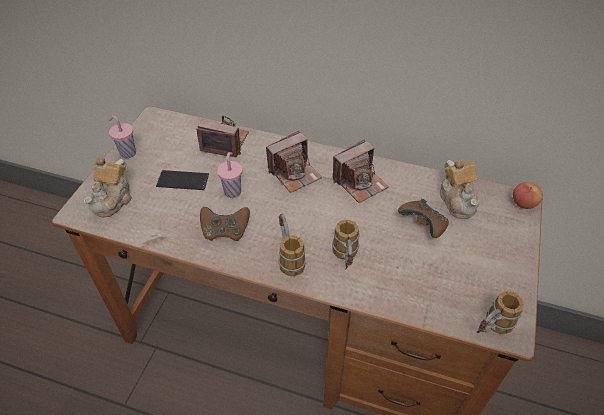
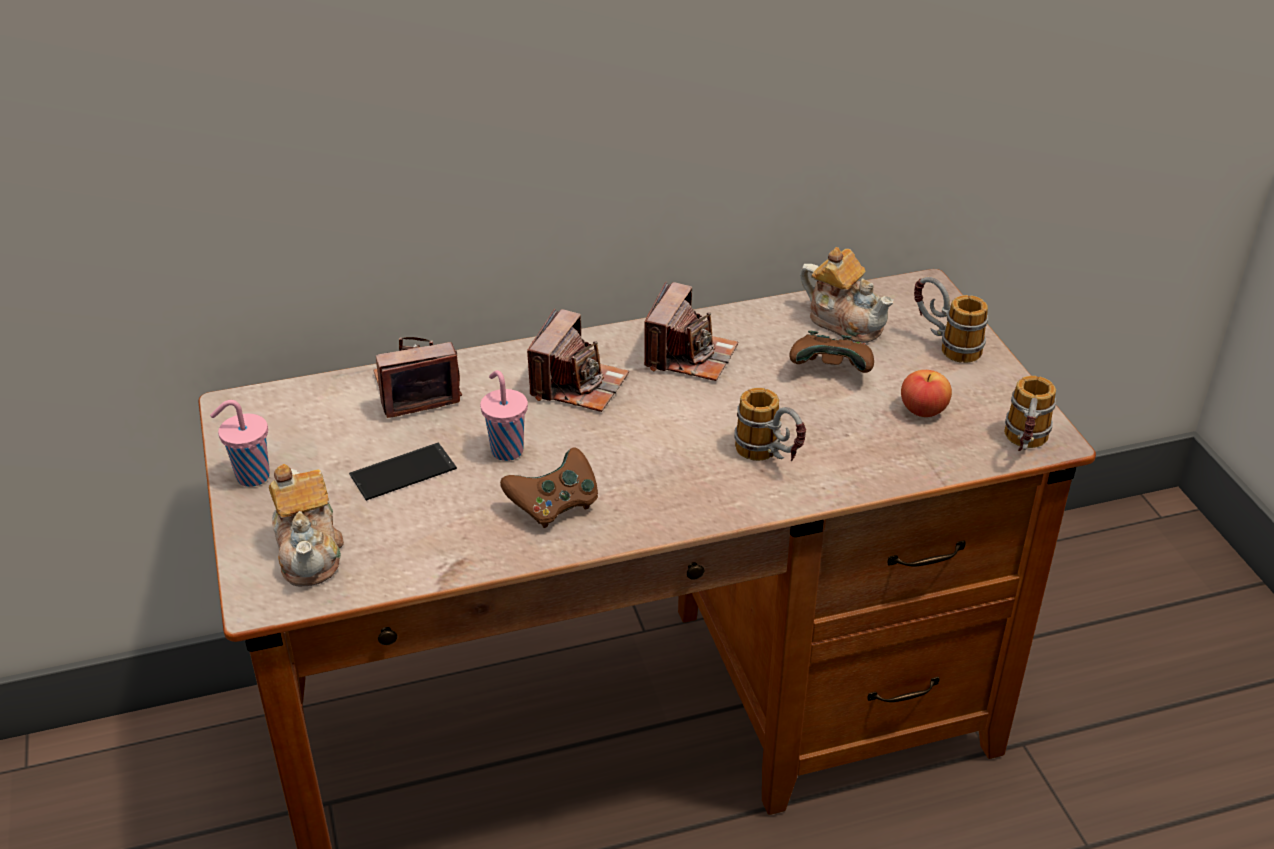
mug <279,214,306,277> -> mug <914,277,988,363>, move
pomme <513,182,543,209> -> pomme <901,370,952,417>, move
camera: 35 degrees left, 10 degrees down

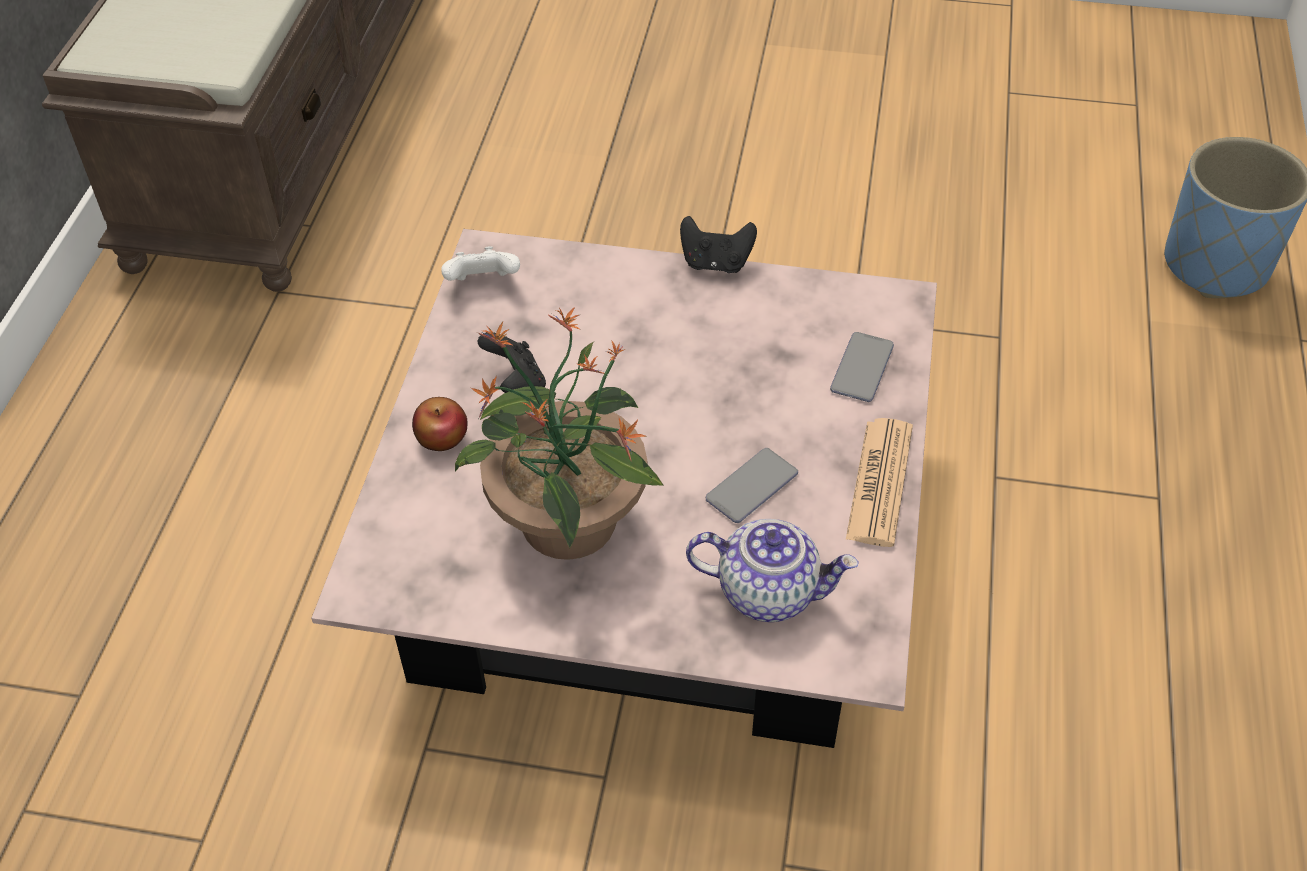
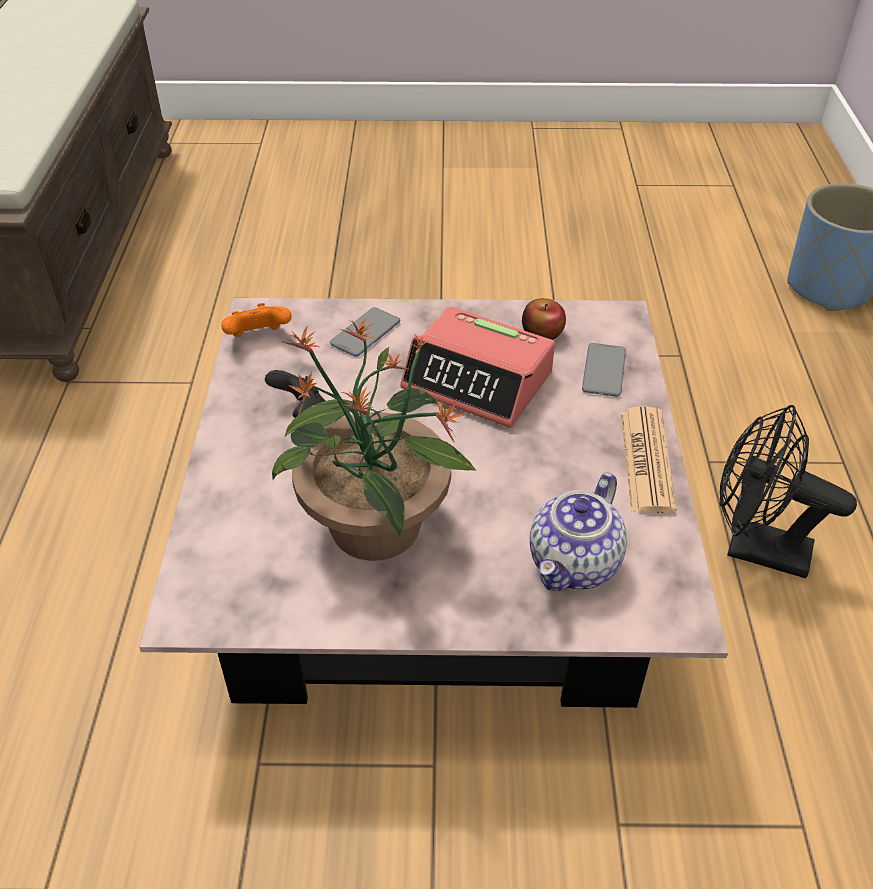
manette (noir) <680,216,757,273> -> none
none -> réveil <400,307,555,428>
none -> ventilateur (noir) <719,405,857,579>
pomme <412,397,467,451> -> pomme <522,298,566,340>, move
téléphone <706,448,798,523> -> téléphone <330,307,400,357>, move
manette (blanc) <441,246,520,281> -> manette (orange) <221,303,292,337>
théière <686,519,859,622> -> théière <530,472,627,591>, 120 degrees clockwise
camera: 10 degrees left, 5 degrees down

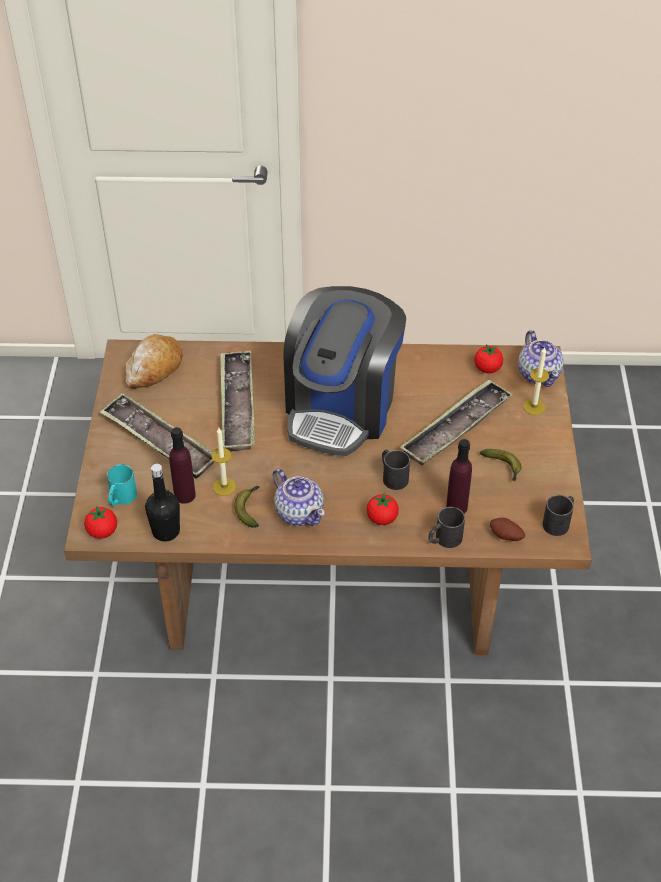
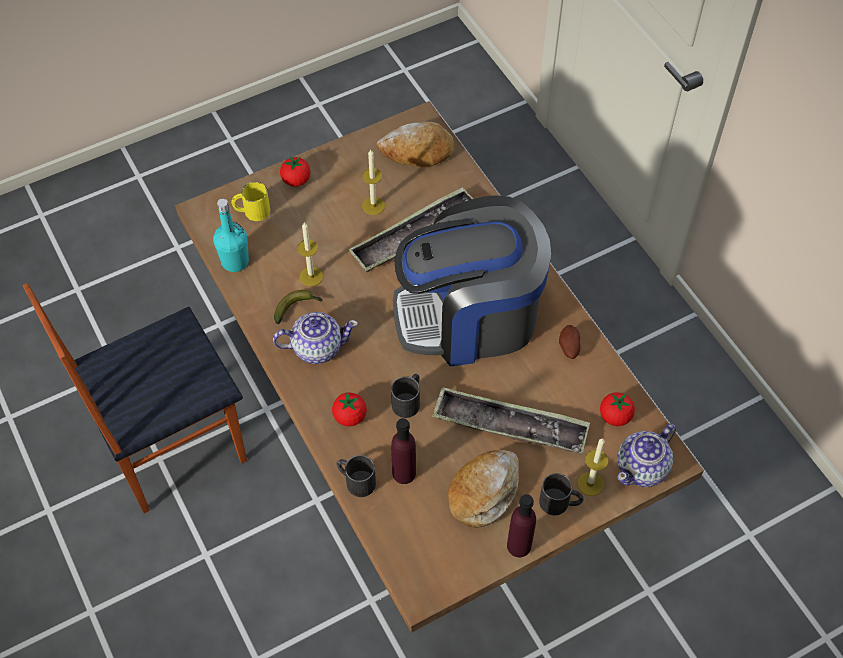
plateau <100,393,214,479> -> none
none -> chaise <23,283,247,513>
none -> bougie <362,150,385,215>
tomate <84,506,117,539> -> tomate <280,156,311,187>, move
bouteille (violet) <169,427,196,504> -> bouteille (violet) <507,494,536,557>, move
pomme de terre <490,518,525,541> -> pomme de terre <559,325,580,359>, move
mug (noir) <542,495,574,536> -> mug (noir) <539,473,584,515>, move
banane <480,449,521,481> -> pain <448,450,519,528>
mug (turquoise) <107,464,137,506> -> mug (jaune) <231,182,270,221>
bouteille (noir) <145,464,180,542> -> bouteille (turquoise) <213,198,249,272>
théière <273,469,325,526> -> théière <273,312,358,364>, 120 degrees counterclockwise
camera: 60 degrees right, 10 degrees up

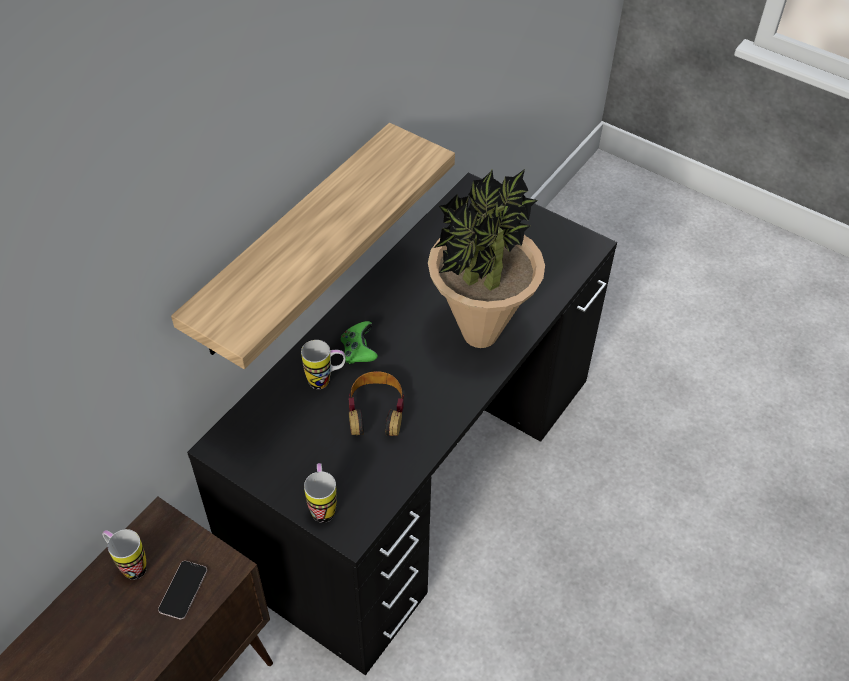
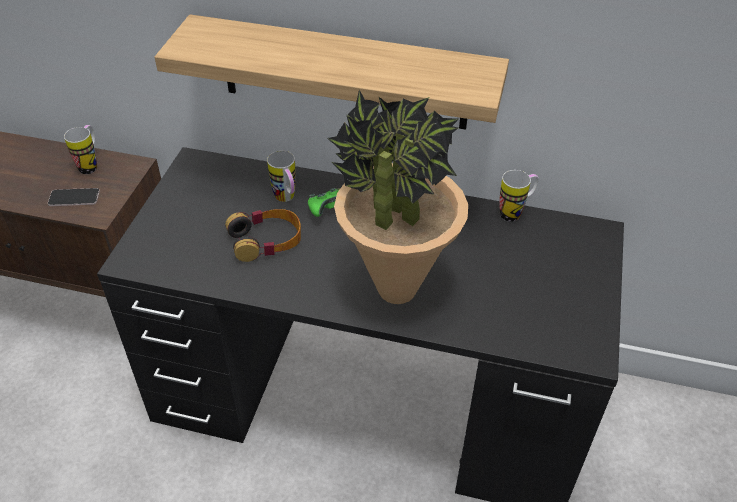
mug <304,463,337,523> -> mug <499,170,539,222>, move
camera: 70 degrees right, 5 degrees down

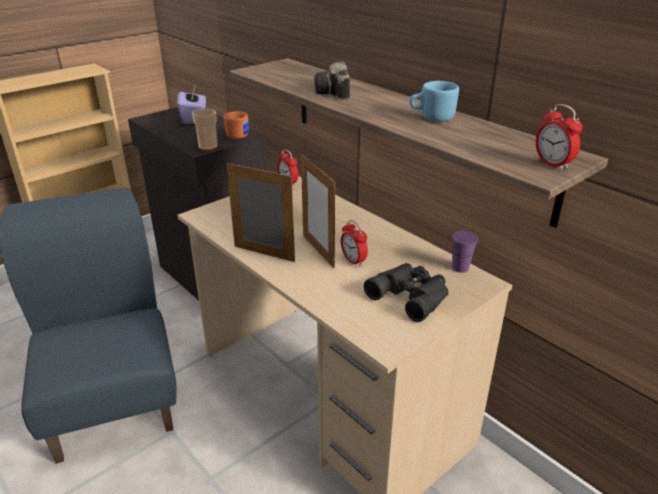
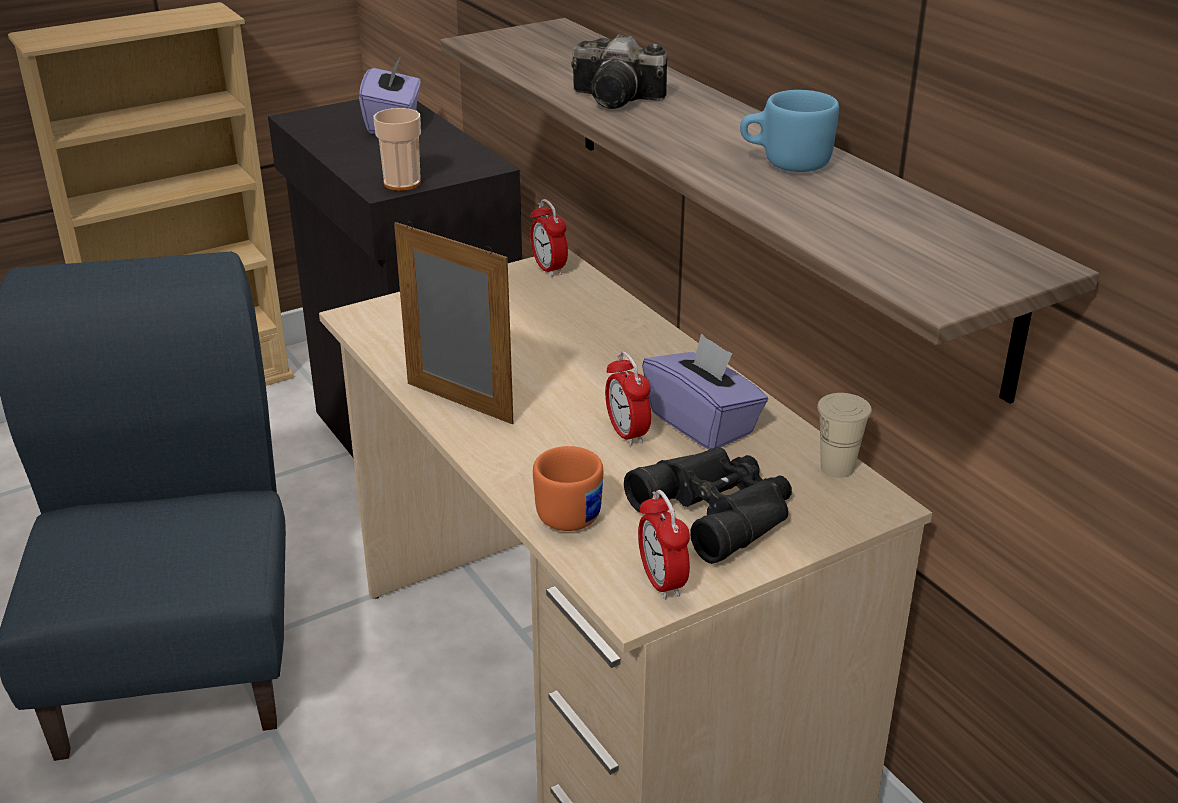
cadre photo <301,154,335,268> -> none
none -> boîte à mouchoirs (violet) <642,333,768,450>
mug (orange) <224,111,248,139> -> mug (orange) <533,446,603,531>, move
réveil <536,104,583,170> -> réveil <638,490,690,600>, move
tasse (violet) <451,231,478,273> -> tasse (beige) <817,393,872,478>
appareil photo <314,61,350,99> -> appareil photo <571,34,667,109>, 75 degrees counterclockwise
camera: 10 degrees right, 0 degrees up

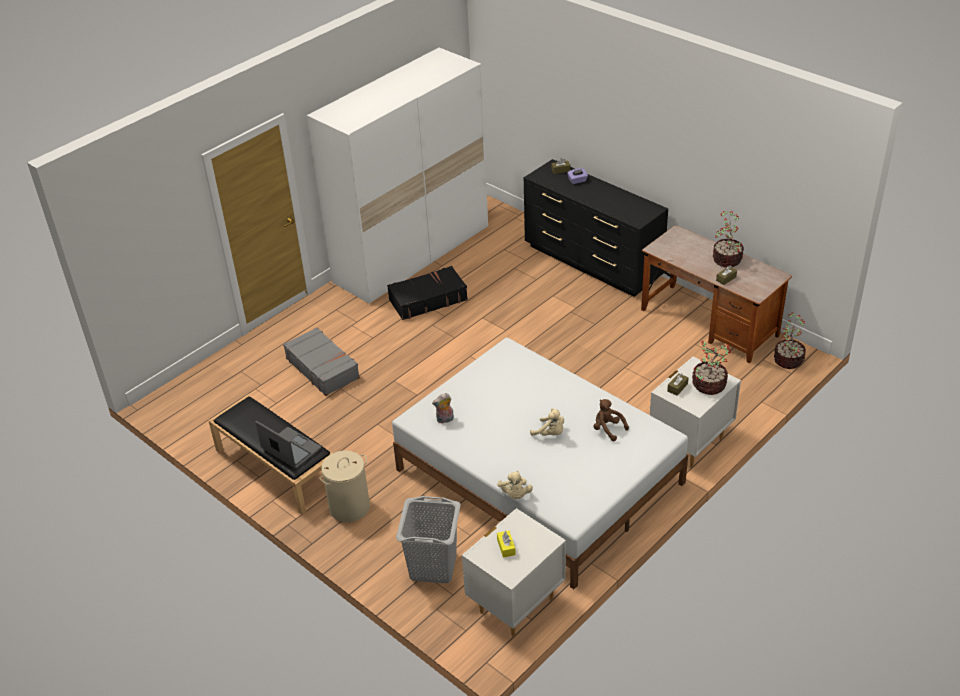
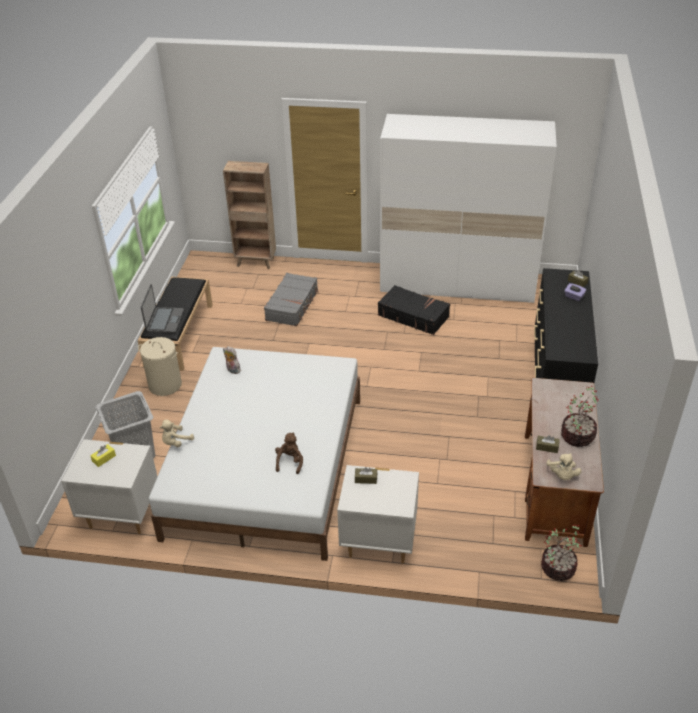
plante en pot <692,341,731,395> -> none
none -> bibliothèque (marron) <223,161,276,269>
peluche (beige) <530,408,564,436> -> peluche (beige) <546,453,582,480>, move
camera: 55 degrees right, 0 degrees up

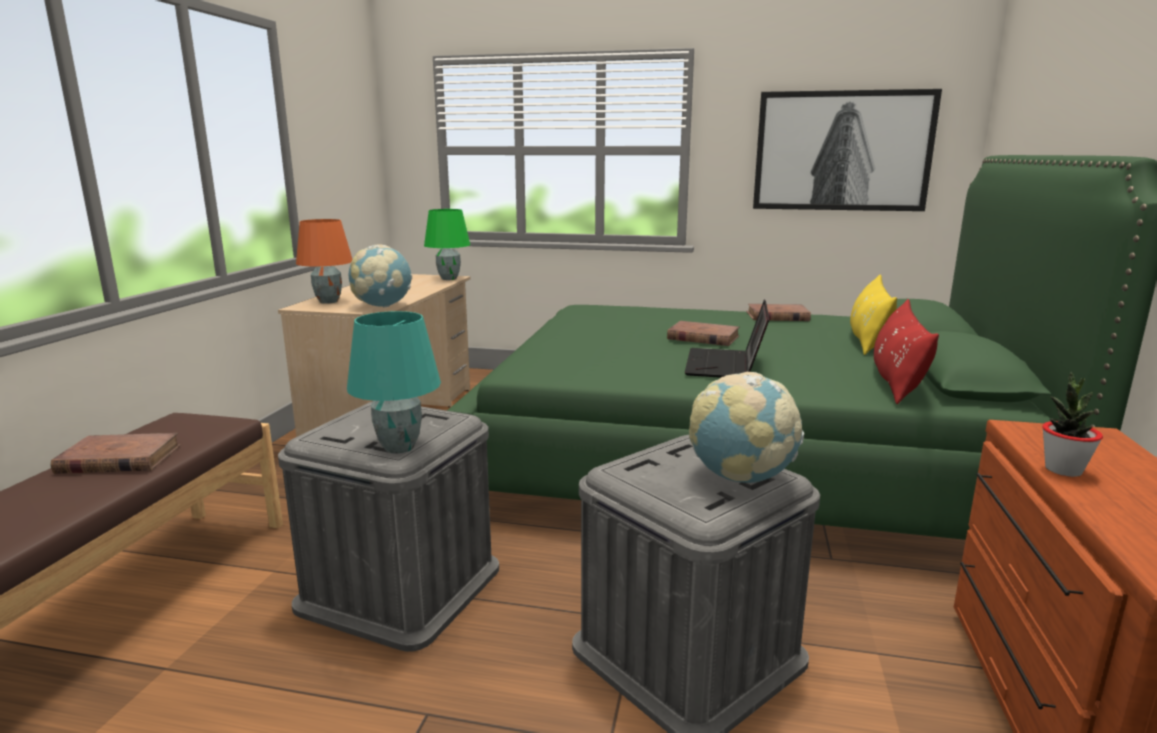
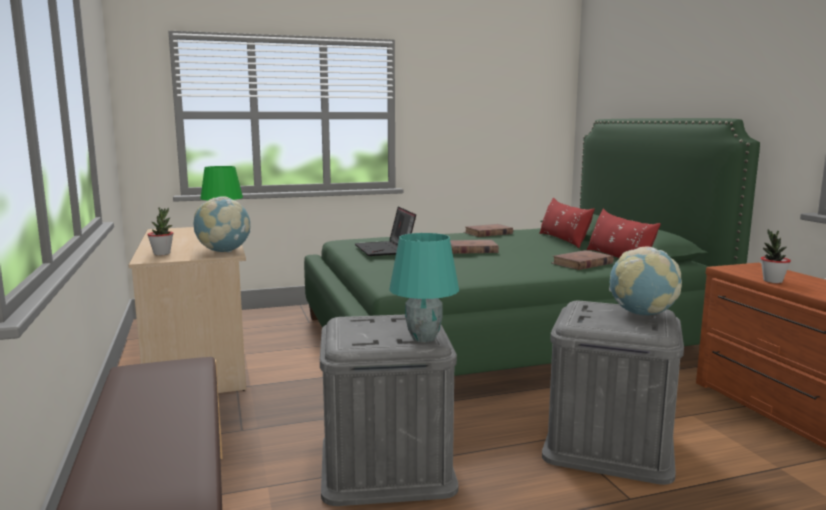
tableau <753,89,942,211> -> none
livre (marron) <51,433,181,474> -> livre (marron) <551,250,614,270>, move
ordinateur portable <685,300,769,378> -> ordinateur portable <355,207,416,256>, move
lampe de table (orange) <296,219,352,304> -> plante en pot <147,207,173,256>
coussin (jaune) <850,274,897,355> -> coussin (rouge) <539,197,595,248>
camera: 30 degrees left, 5 degrees down

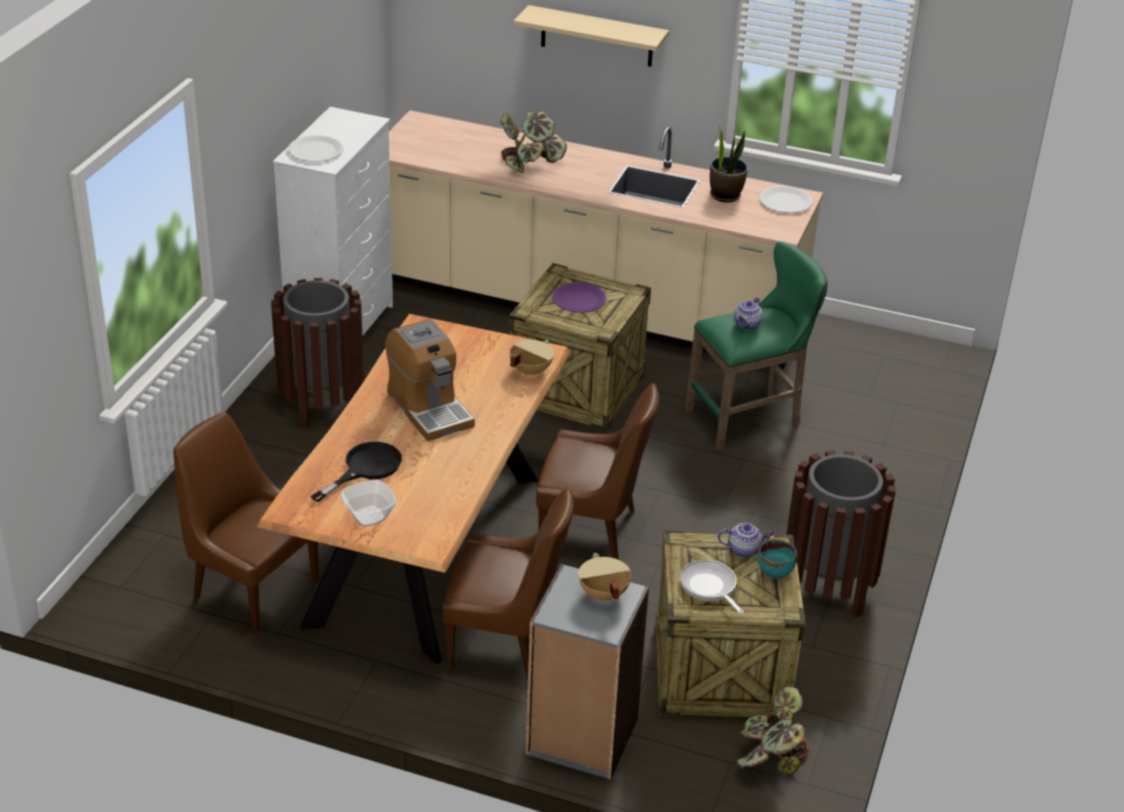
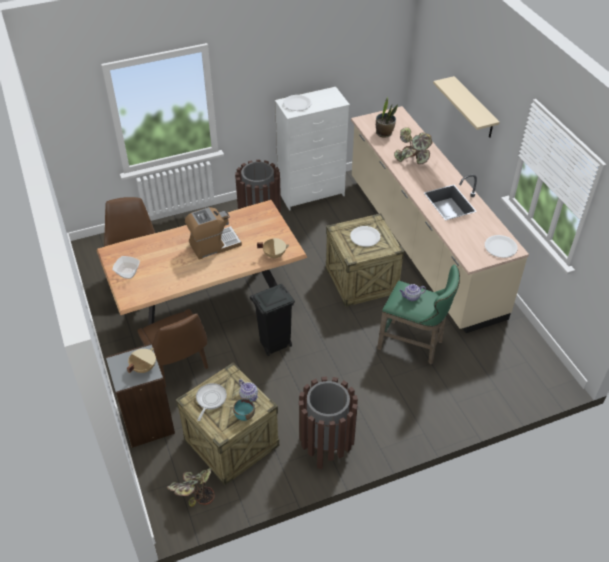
poêle (noir) <310,442,402,502> -> none
plante en pot <710,127,748,203> -> plante en pot <376,96,398,138>, move
chaise (marron) <536,383,659,560> -> poubelle (noir) <250,284,295,356>
assiette (violet) <552,282,607,313> -> assiette (blanc) <350,226,380,247>
machine à café <385,319,475,441> -> machine à café <185,207,242,260>, 135 degrees counterclockwise
camera: 50 degrees right, 10 degrees up

